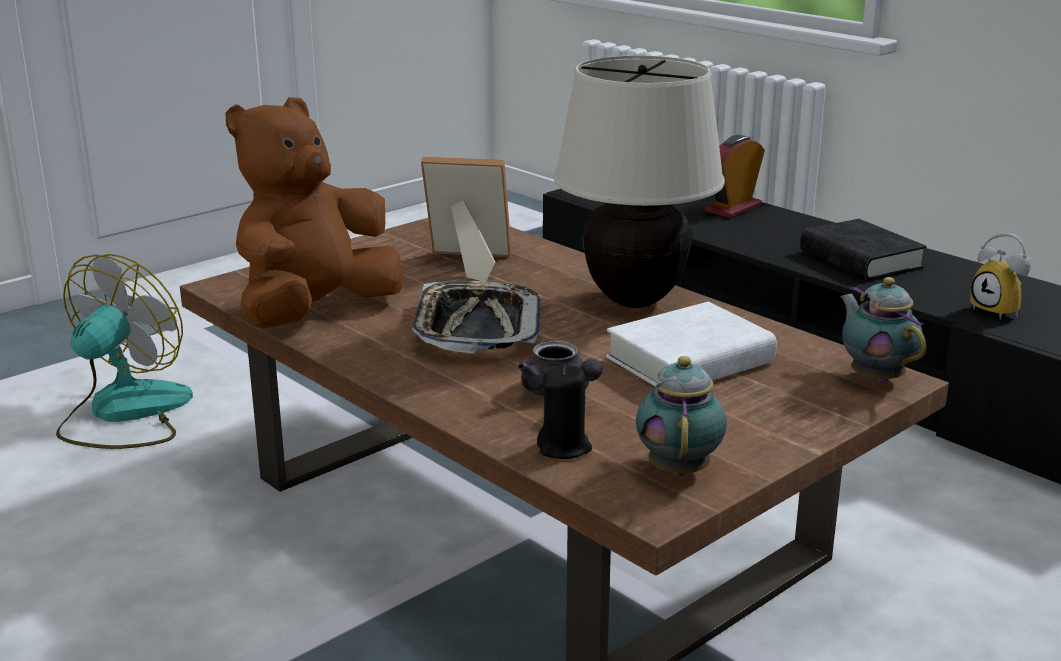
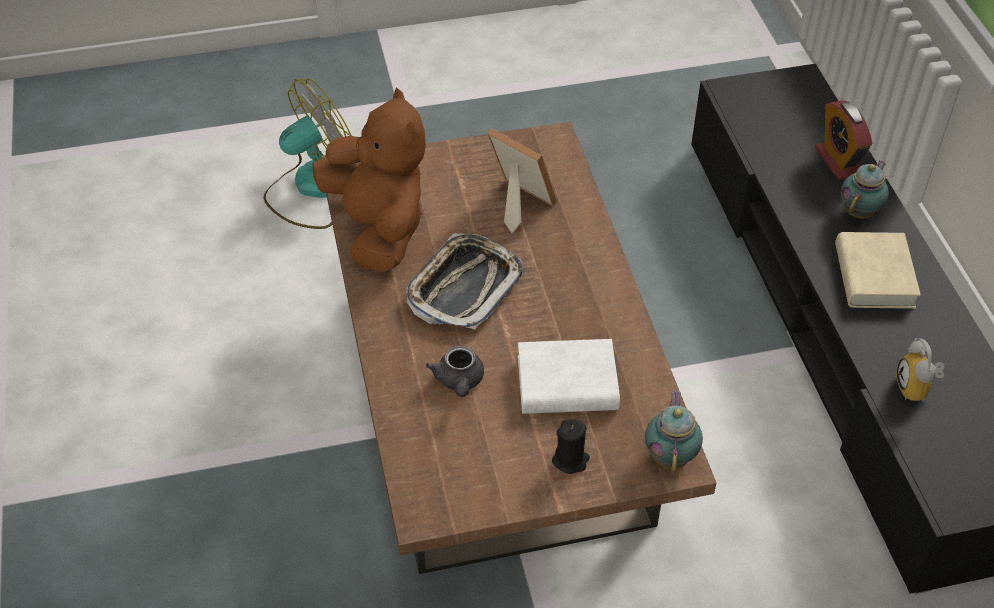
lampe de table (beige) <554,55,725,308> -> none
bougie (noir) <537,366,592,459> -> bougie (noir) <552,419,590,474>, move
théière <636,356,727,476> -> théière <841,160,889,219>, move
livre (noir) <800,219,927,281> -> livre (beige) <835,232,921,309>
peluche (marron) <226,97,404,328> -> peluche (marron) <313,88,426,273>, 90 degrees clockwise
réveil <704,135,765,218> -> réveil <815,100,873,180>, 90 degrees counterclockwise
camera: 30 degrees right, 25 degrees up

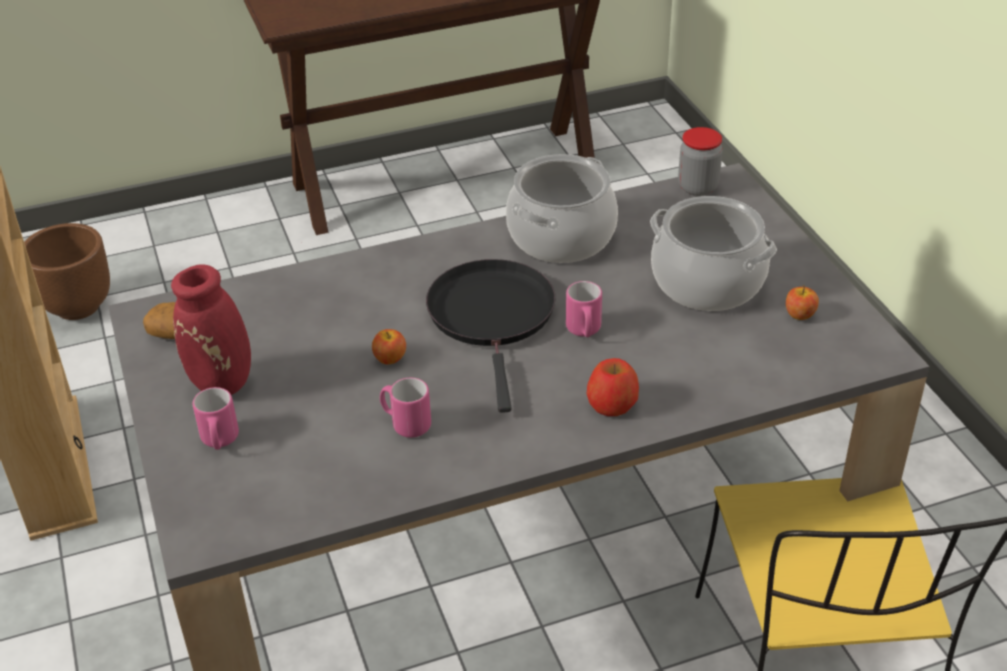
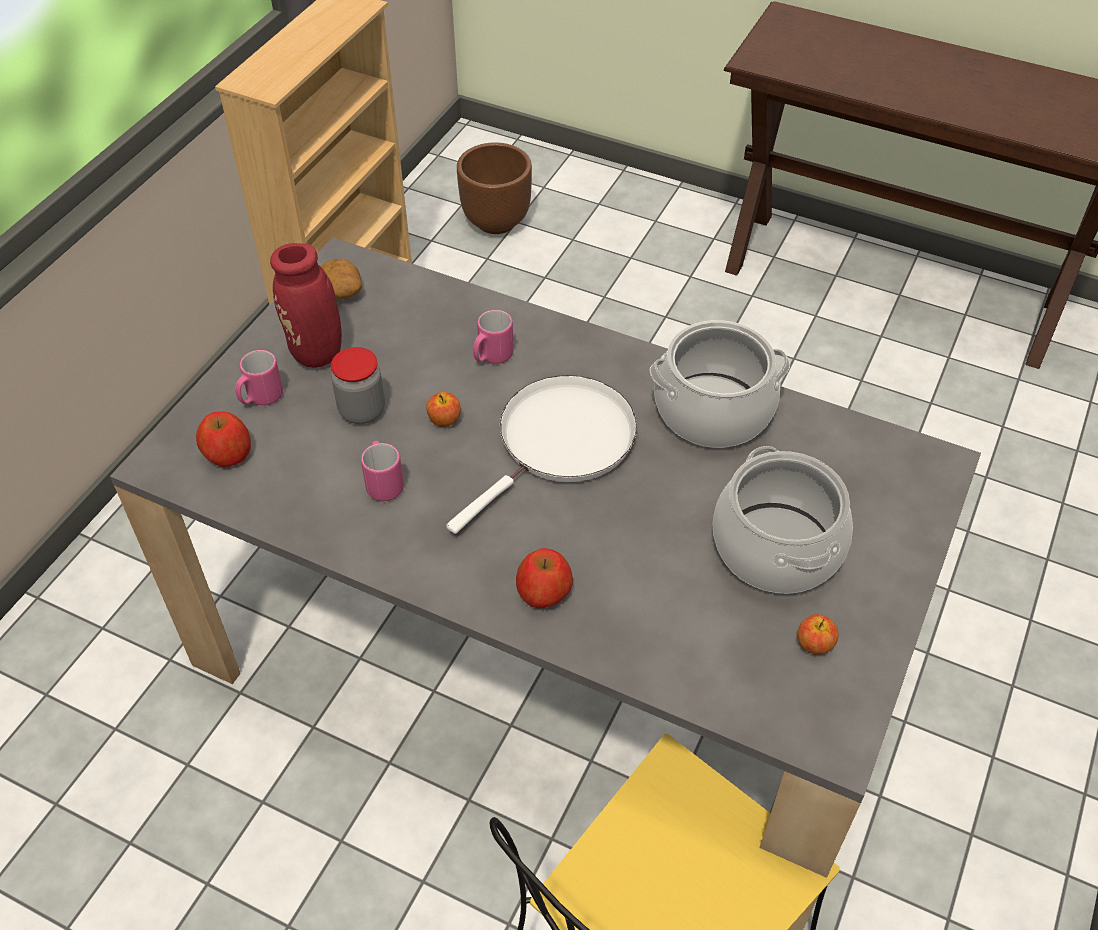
none -> pomme <196,411,251,467>
mug (rose) <566,281,602,337> -> mug (rose) <473,310,514,364>, move
bocal <678,127,723,196> -> bocal <331,347,385,424>, move
poêle (noir) <426,259,555,413> -> poêle (blanc) <446,375,637,534>
camera: 45 degrees right, 10 degrees up

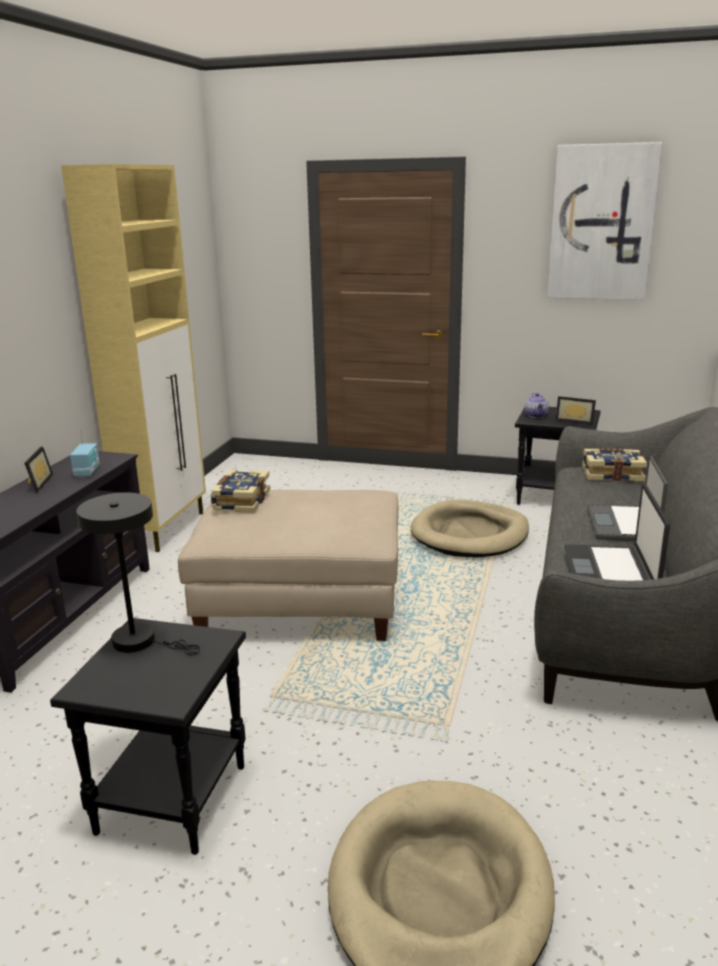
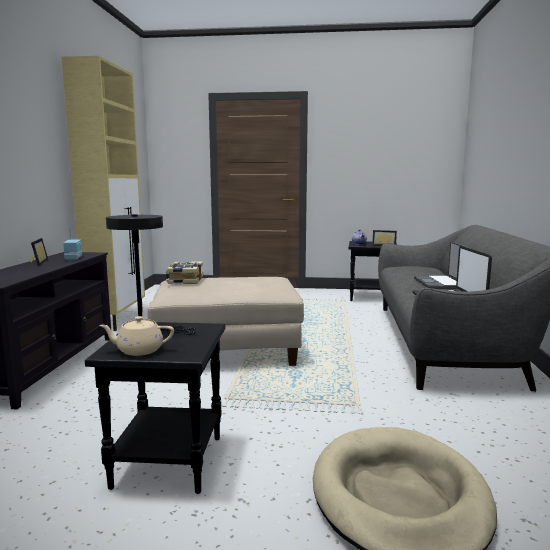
panier pour chien (beige) <411,499,529,557> -> none
tableau <547,142,663,300> -> none
livre <582,448,647,481> -> none
none -> théière (beige) <99,316,174,356>
camera: 10 degrees left, 10 degrees down

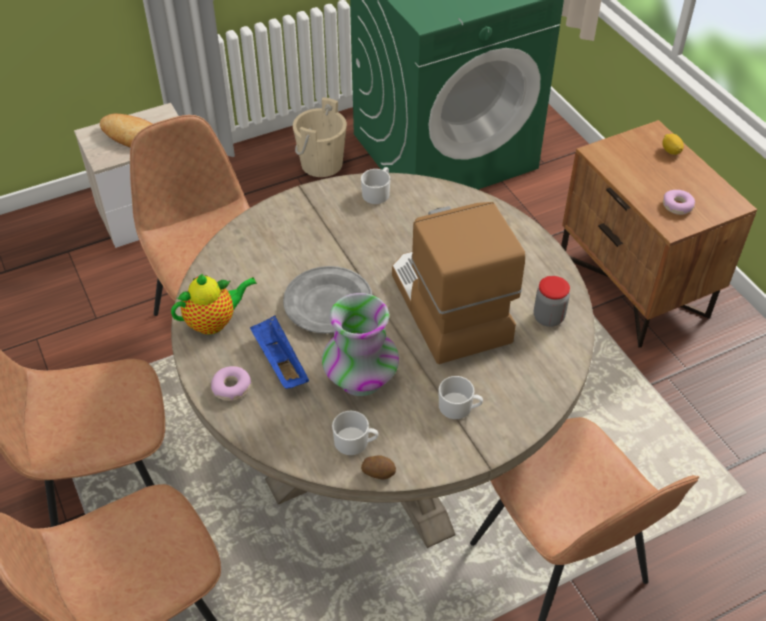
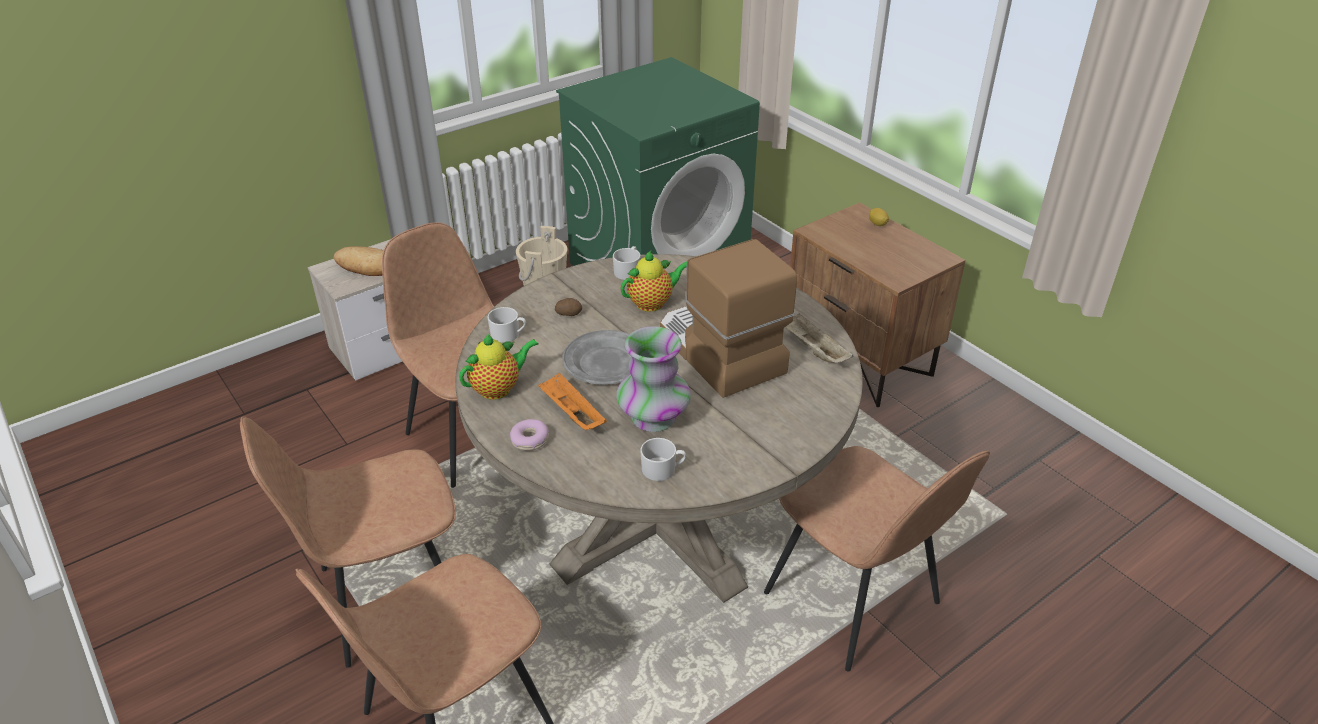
beignet <663,190,695,215> -> none
none -> théière <621,251,687,312>
pomme de terre <361,455,396,479> -> pomme de terre <555,298,582,316>, move
mug (blanc) <439,376,483,419> -> mug (blanc) <487,307,526,343>, move
bocal <534,276,570,327> -> plateau (beige) <786,313,853,363>
plateau (bleu) <250,315,309,389> -> plateau (orange) <538,372,607,430>
camera: 10 degrees left, 10 degrees down

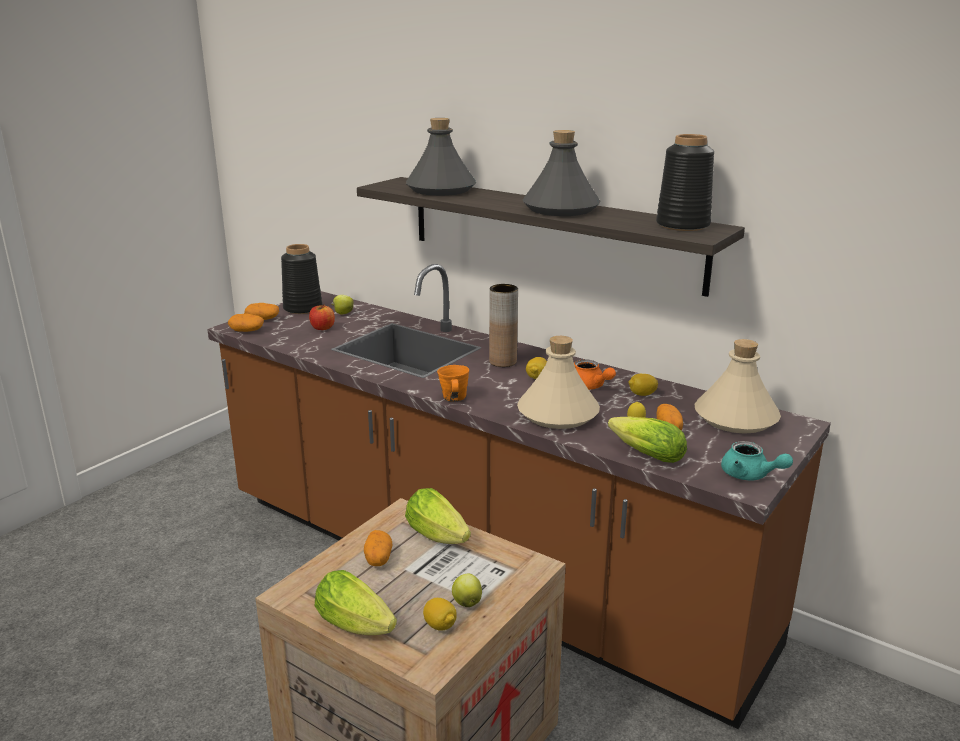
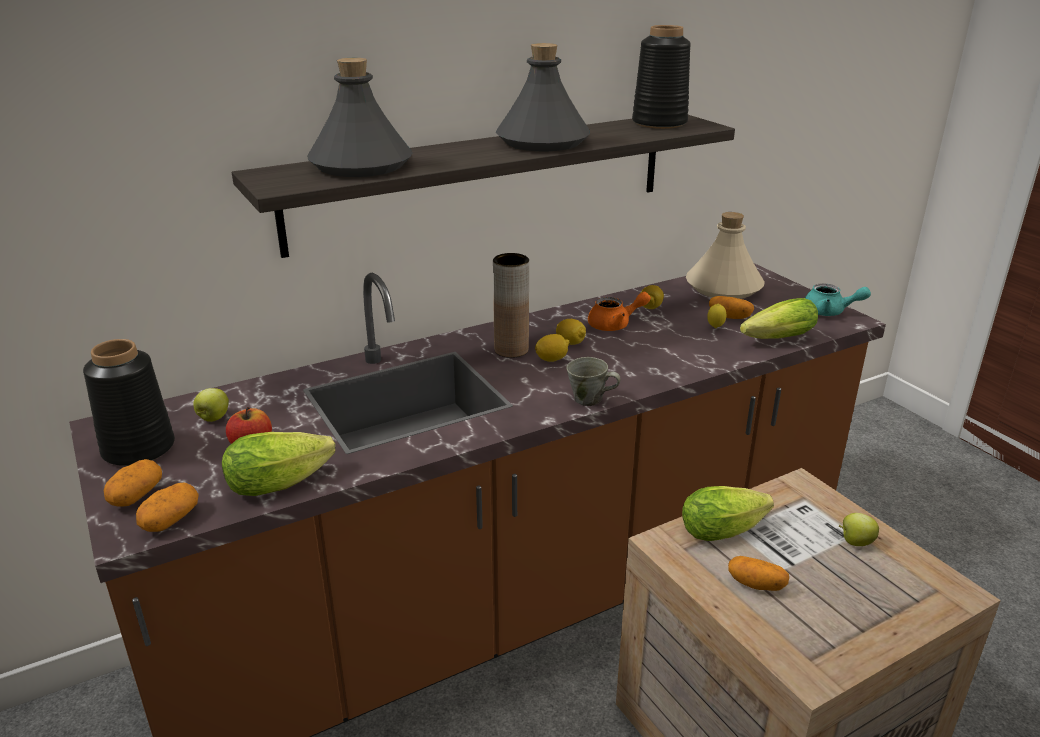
bouteille (beige) <517,336,600,429> -> none
laitue <315,570,397,635> -> laitue <222,432,335,496>, move
citron <423,598,457,631> -> citron <535,334,569,362>, move
mug (orange) <437,365,469,402> -> mug (gris) <566,357,621,406>
théière (turquoise) <721,441,793,481> -> théière (turquoise) <805,283,871,316>, 45 degrees clockwise
camera: 65 degrees left, 5 degrees up

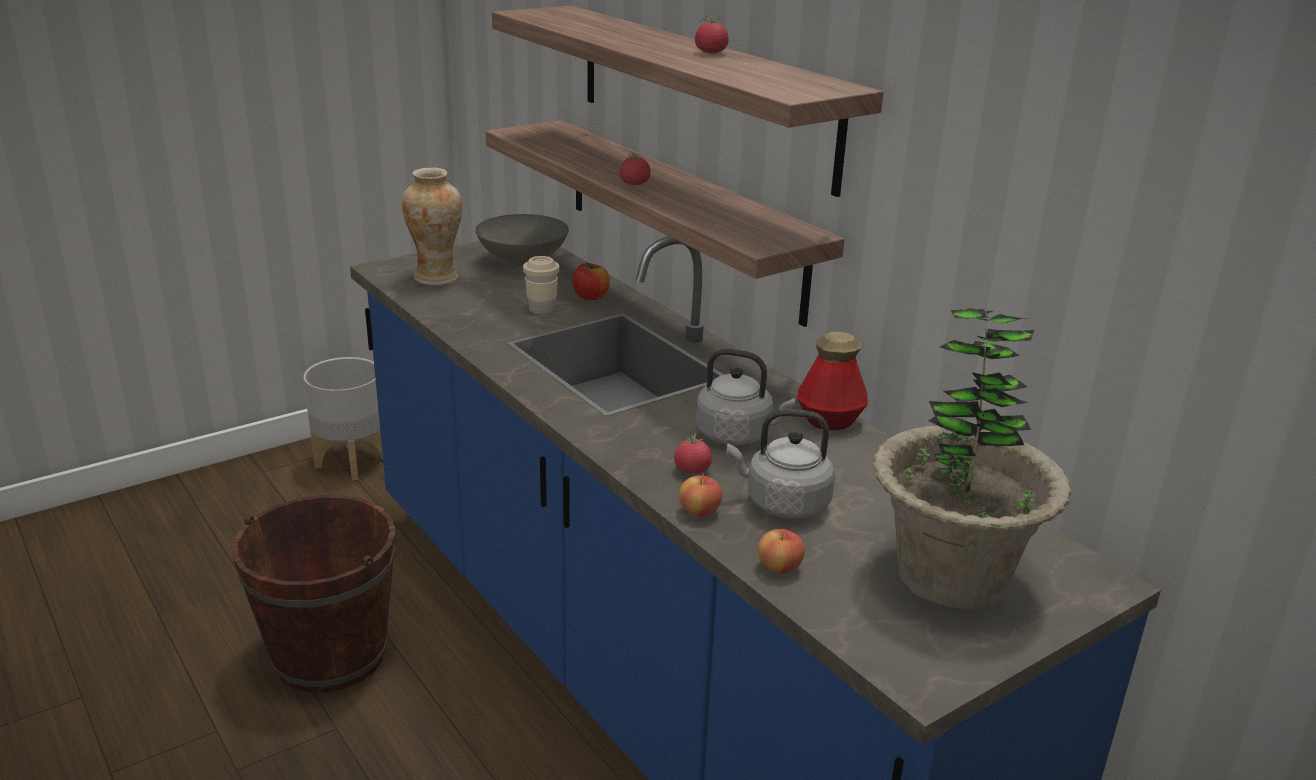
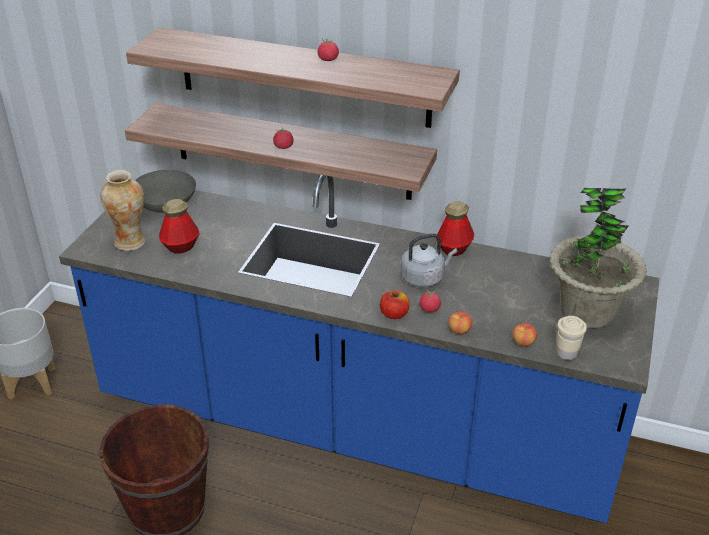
bouilloire (gris) <727,409,835,519> -> none
none -> bouteille <159,199,199,254>
tasse (beige) <523,256,559,315> -> tasse (beige) <557,316,587,360>, move
pomme <573,262,610,300> -> pomme <380,291,410,319>, move
camera: 35 degrees left, 10 degrees up

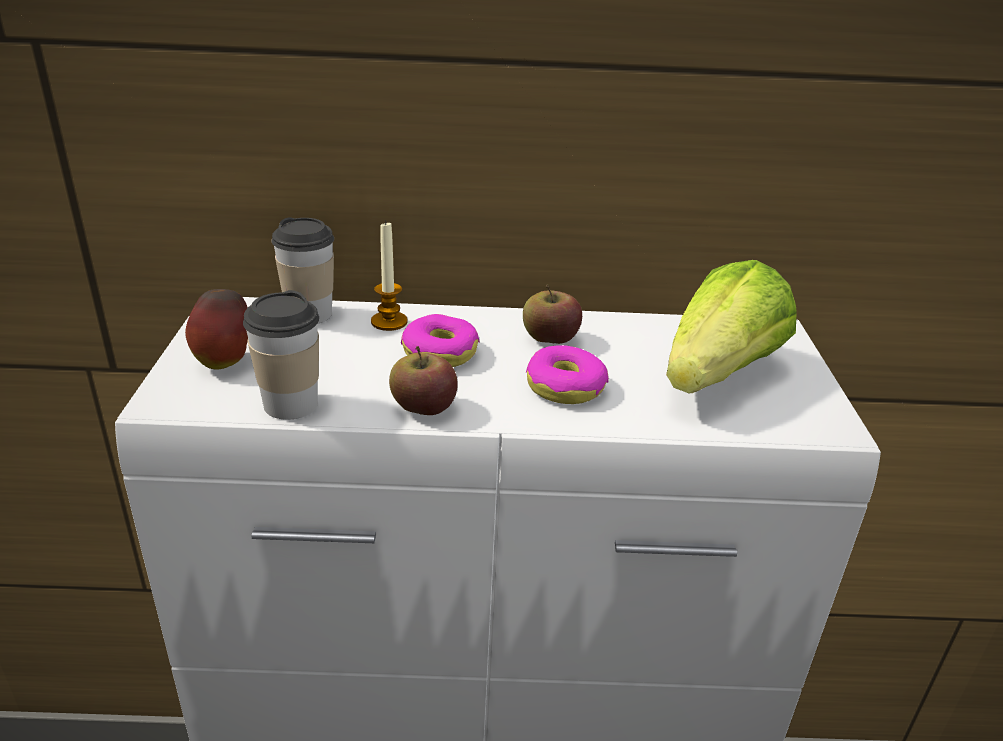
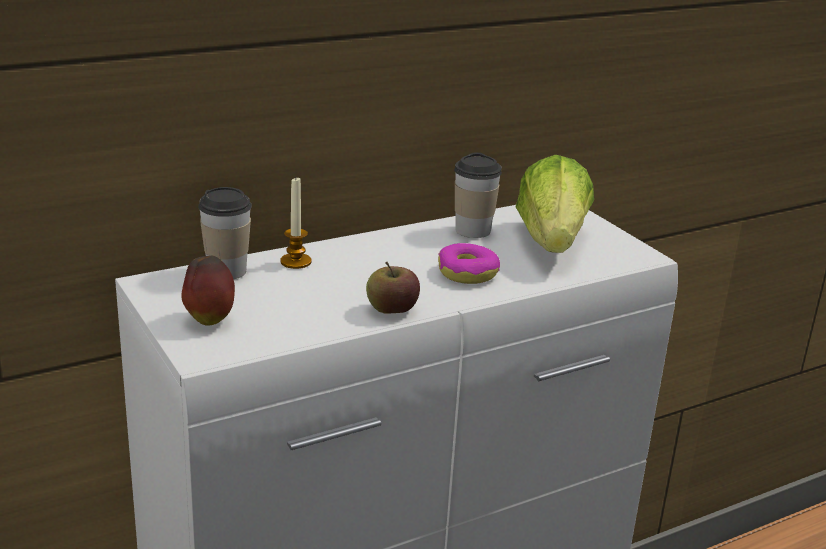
beignet <401,314,480,367> -> none
pomme <523,285,582,344> -> none
tasse <243,290,319,420> -> tasse <454,153,502,238>, move
camera: 30 degrees left, 5 degrees down

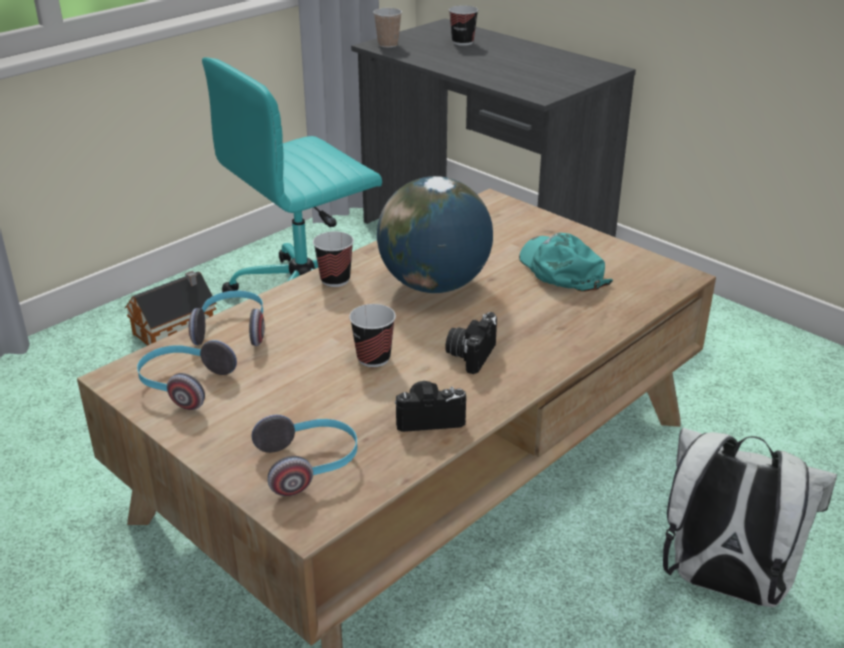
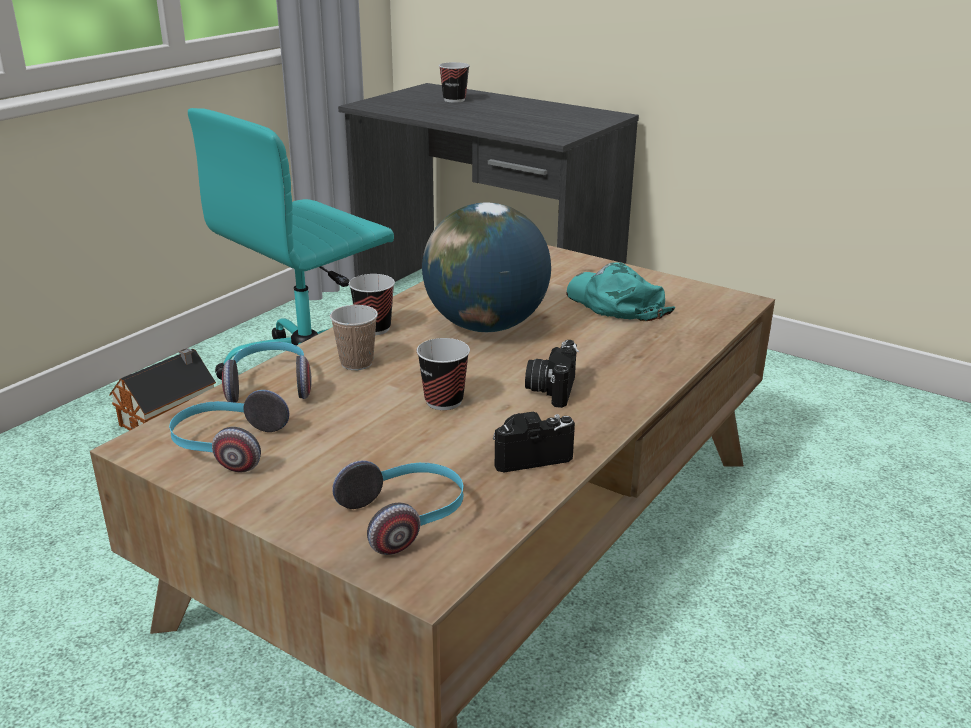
sac à dos (blanc) <663,428,837,607> -> none
tasse <373,8,402,48> -> tasse <330,305,378,370>, move
camera: 10 degrees left, 5 degrees down

